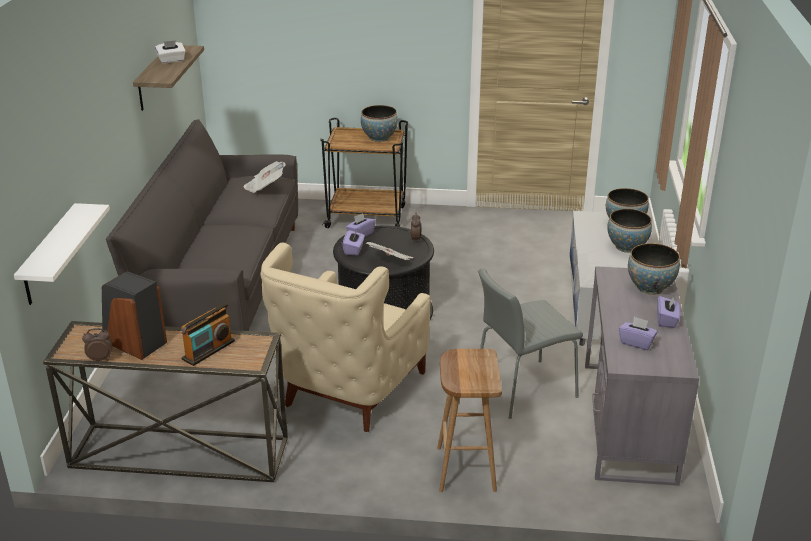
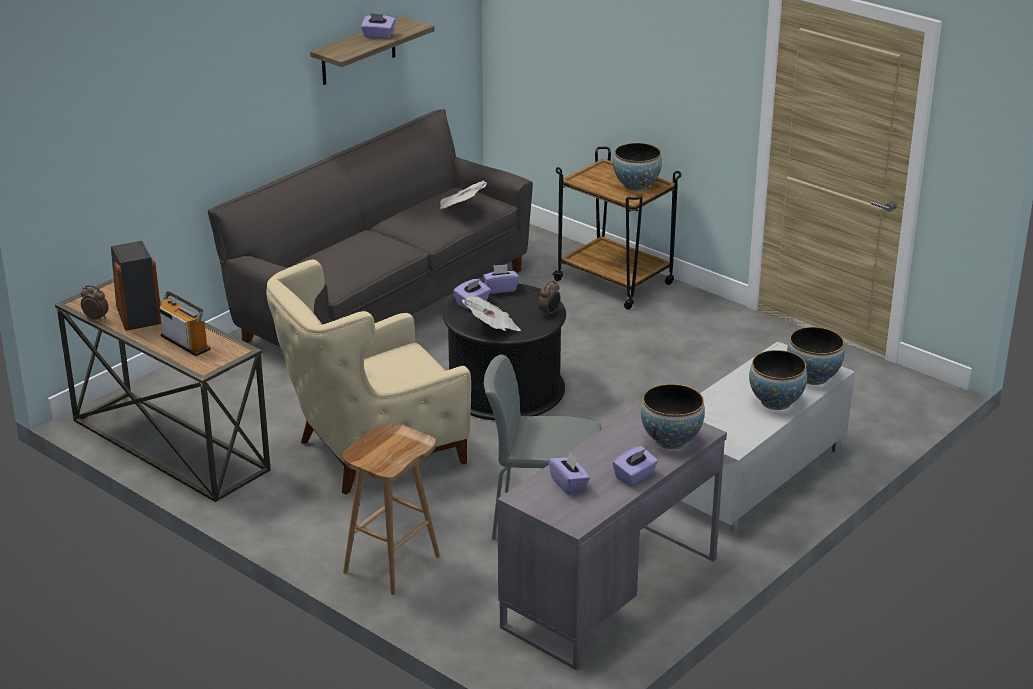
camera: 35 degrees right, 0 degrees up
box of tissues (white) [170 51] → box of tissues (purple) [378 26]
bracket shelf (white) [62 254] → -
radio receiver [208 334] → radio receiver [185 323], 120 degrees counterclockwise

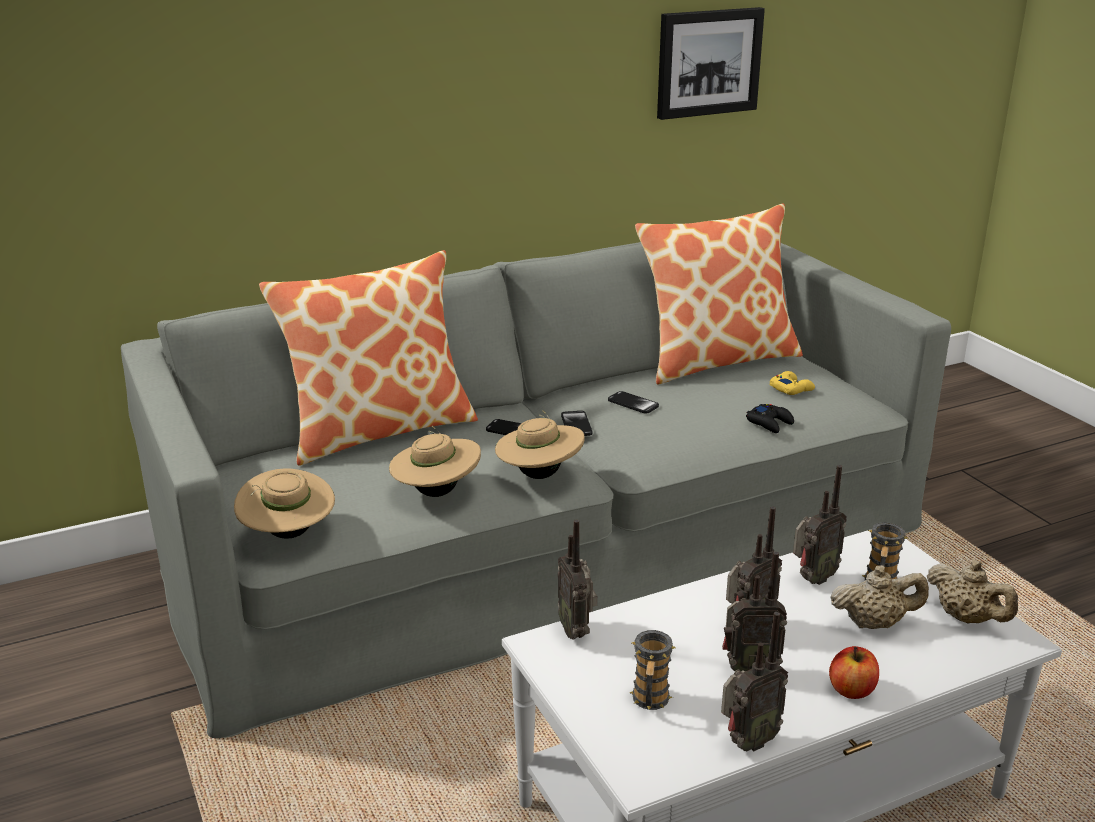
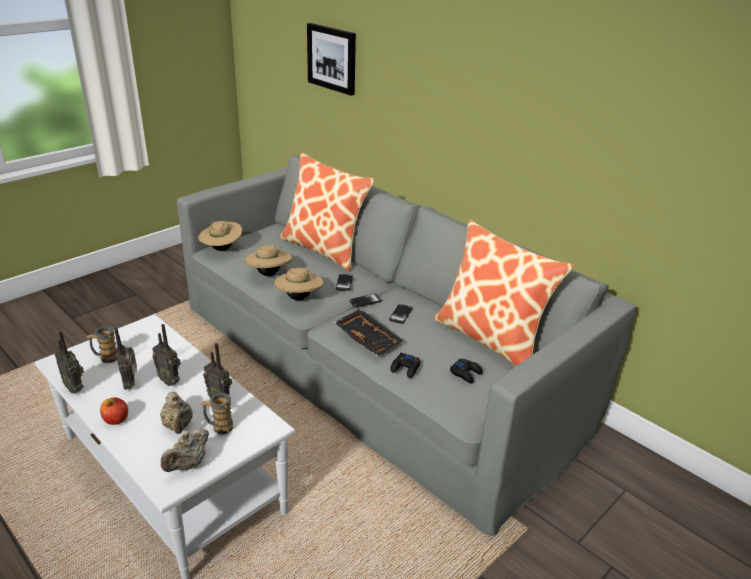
camera: 70 degrees right, 5 degrees up
wall picture [711 63] → wall picture [331 59], moved
joypad (yellowish) [792 383] → joypad (black) [466 371]
radio receiver [577 580] → -
- → carrying tray (black) [368 332]

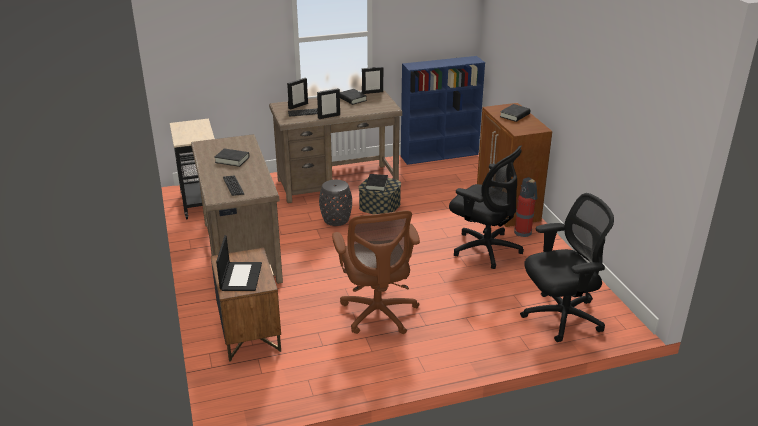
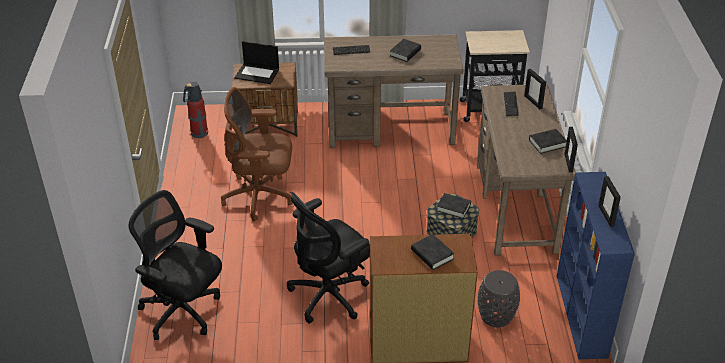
camera: 105 degrees right, 10 degrees up
standing frame [328 103] → standing frame [609 201], moved
extinguisher [525 207] → extinguisher [195 109], moved
stool seat (grey) [335 203] → stool seat (grey) [499 298], moved
office chair (black) [567 267] → office chair (black) [175 265], 120 degrees clockwise

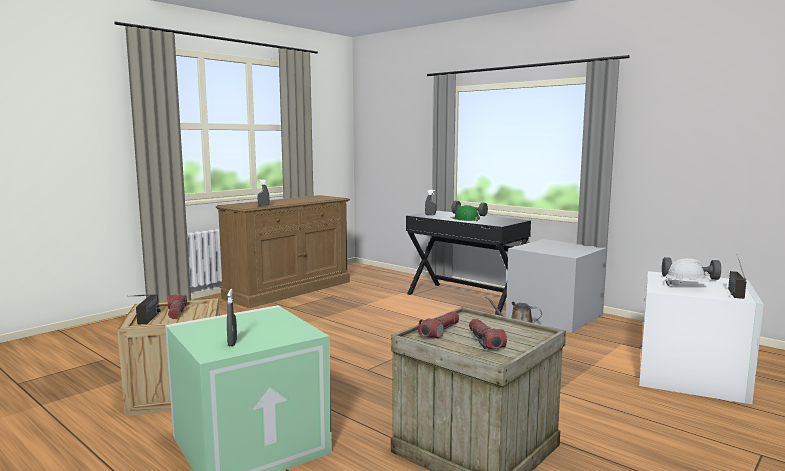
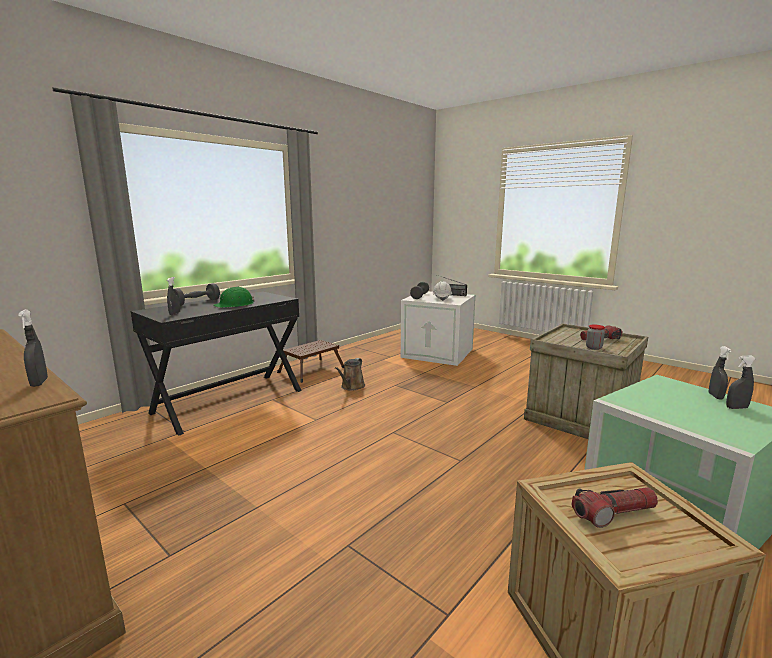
camera: 90 degrees left, 5 degrees up
storage bin (grey) [556 286] → step stool (brown) [310 361]
radio receiver [143 309] → -
hand torch [438 325] → jar [595 337]
- → spray bottle (grey) [720 373]

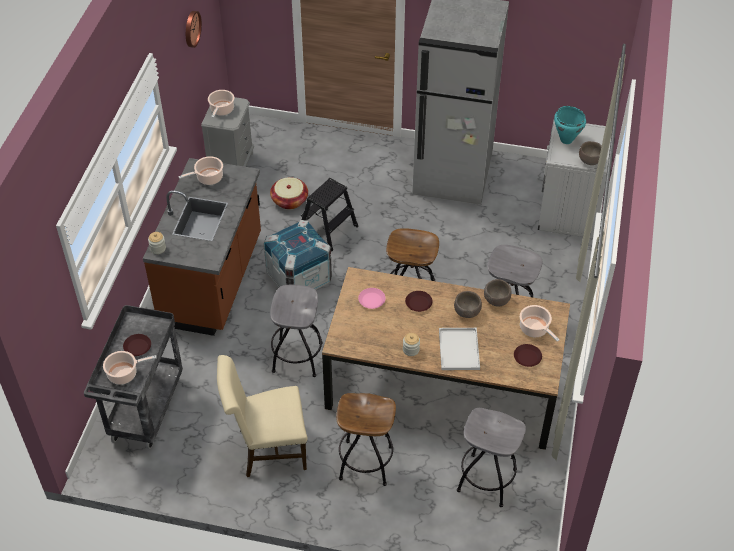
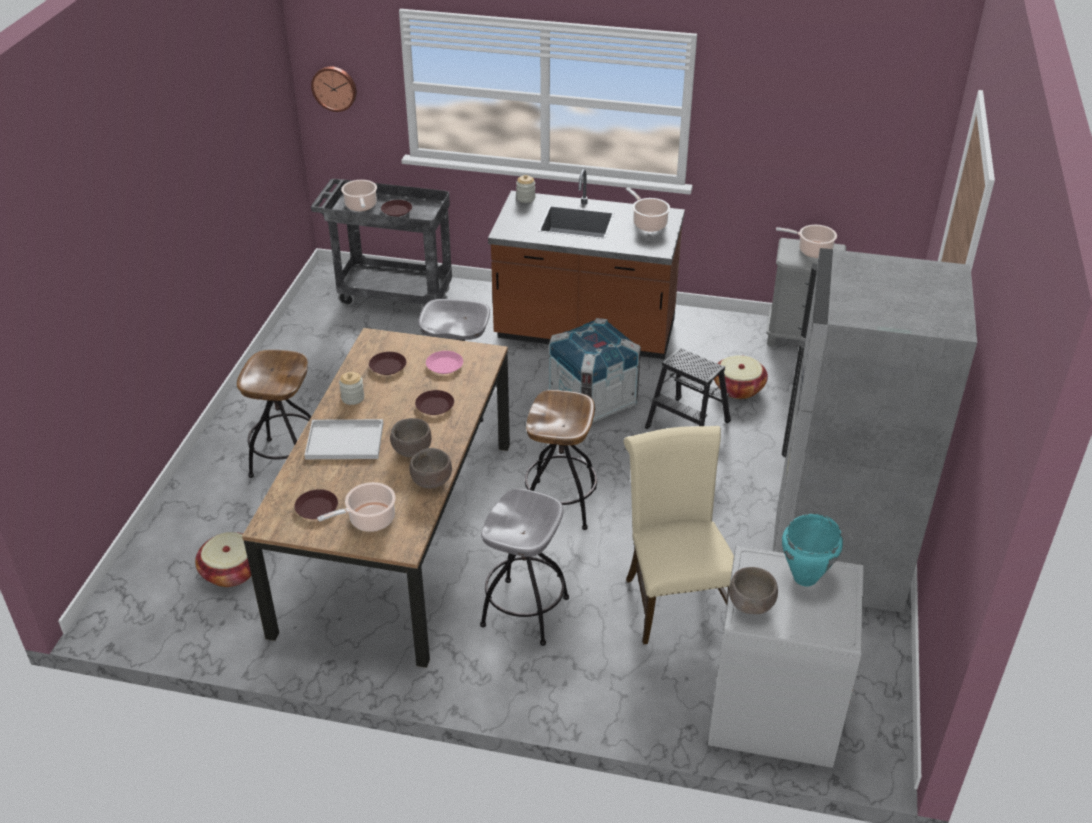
camera: 90 degrees right, 10 degrees down
hanging clock [194 29] → hanging clock [334 89], moved
plain chair (beige-coloured) [262 416] → plain chair (beige-coloured) [679 535], moved
stool seat (grey) [491 457] → storage basket [223 559]
- → flat dish (brown) [387 363]

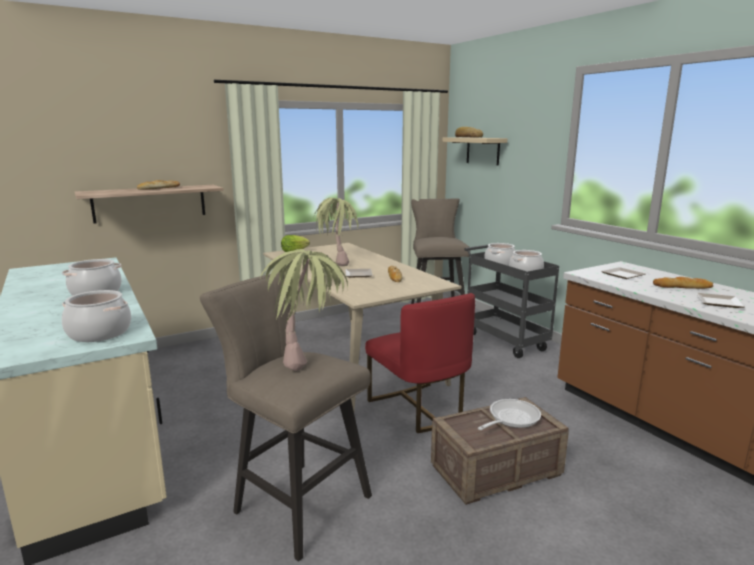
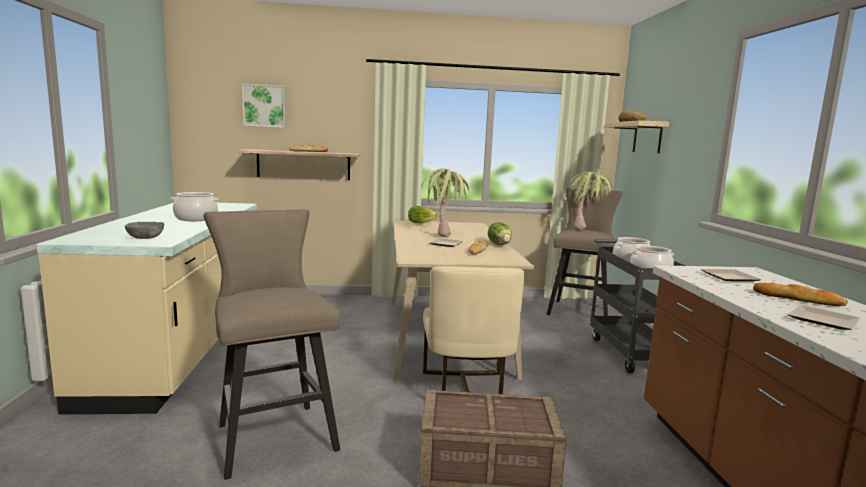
camera: 25 degrees right, 5 degrees down
houseplant [304 310] → houseplant [590 201], moved
saucepot [96 316] → serving bowl (grey) [145 230]
plain chair (red-coloured) [420 363] → plain chair (beige-coloured) [474 330]
pan [509 414] → -
- → wall picture [264 106]
- → head of lettuce [500 233]

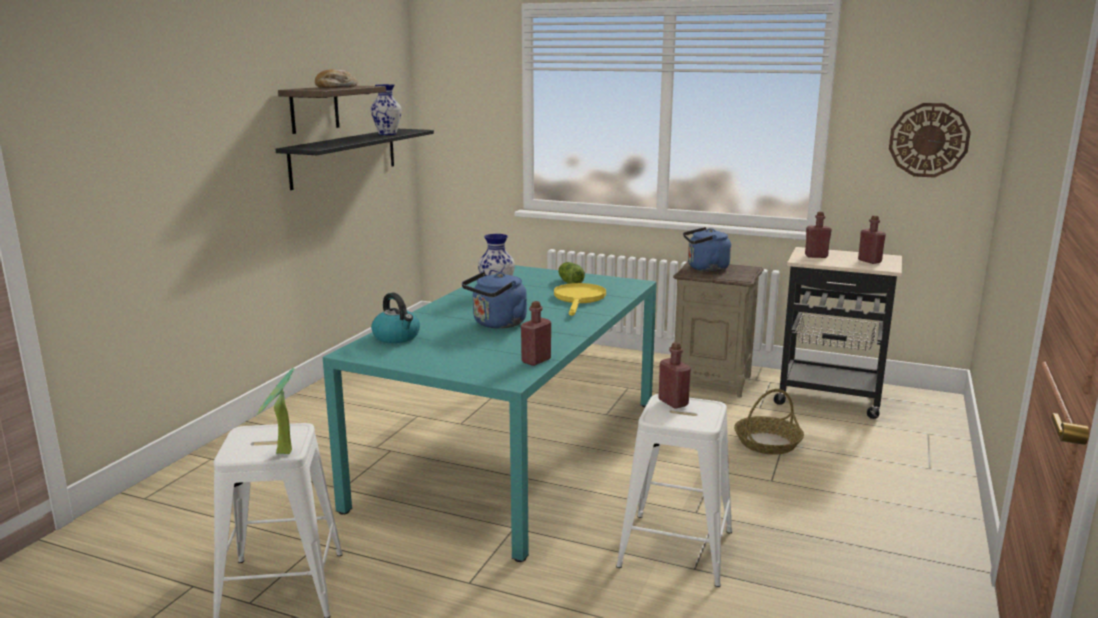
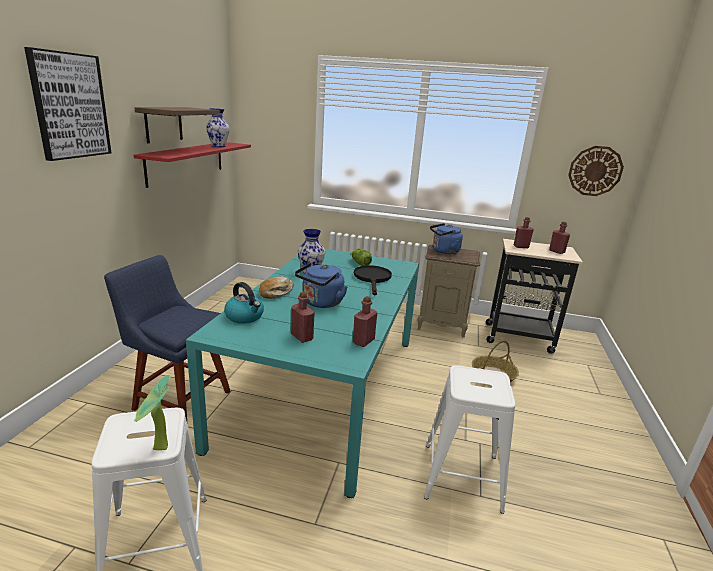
camera: 10 degrees left, 5 degrees up
bakery bread [336 78] → bakery bread [276 287], moved
bracket shelf (black) [355 159] → bracket shelf (red-coloured) [192 165]
pan (yellowish) [580 299] → pan (black) [373 280]
drink bottle (red-coloured) [675 375] → drink bottle (red-coloured) [303 317], moved
- → wall picture [67 104]
- → plain chair (blue) [167 338]

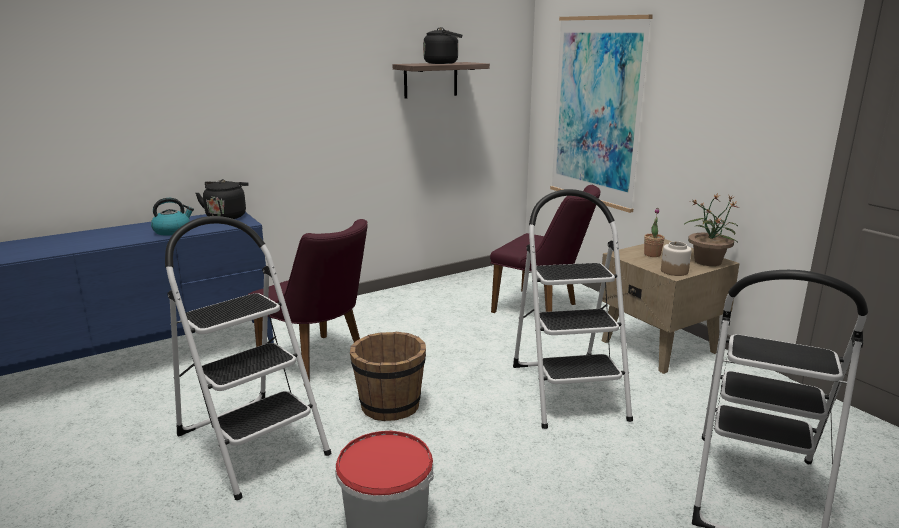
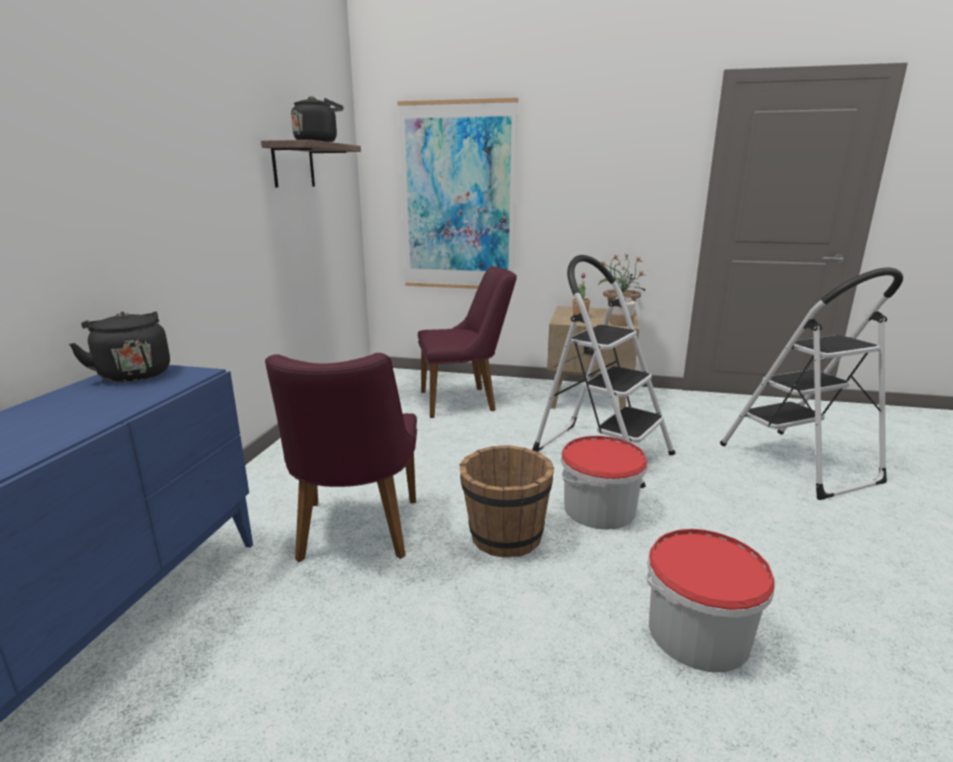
camera: 45 degrees left, 0 degrees up
kettle [172 217] → -
step stool [248 358] → -
plain chair (purple) [308 300] → plain chair (purple) [341 457], 90 degrees clockwise
- → water bucket [604 483]

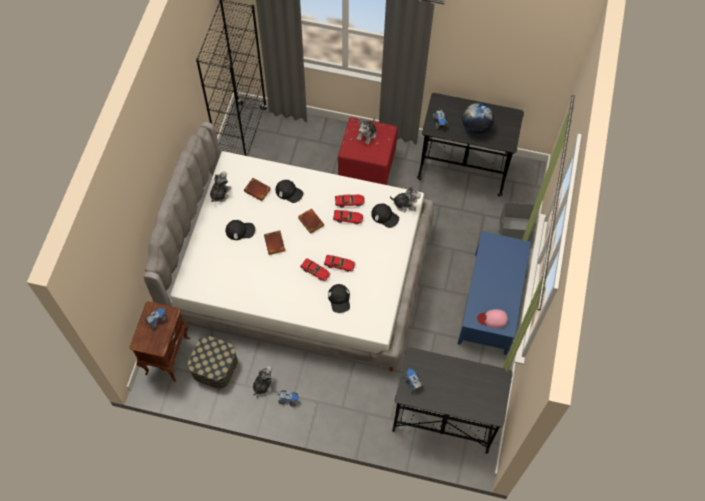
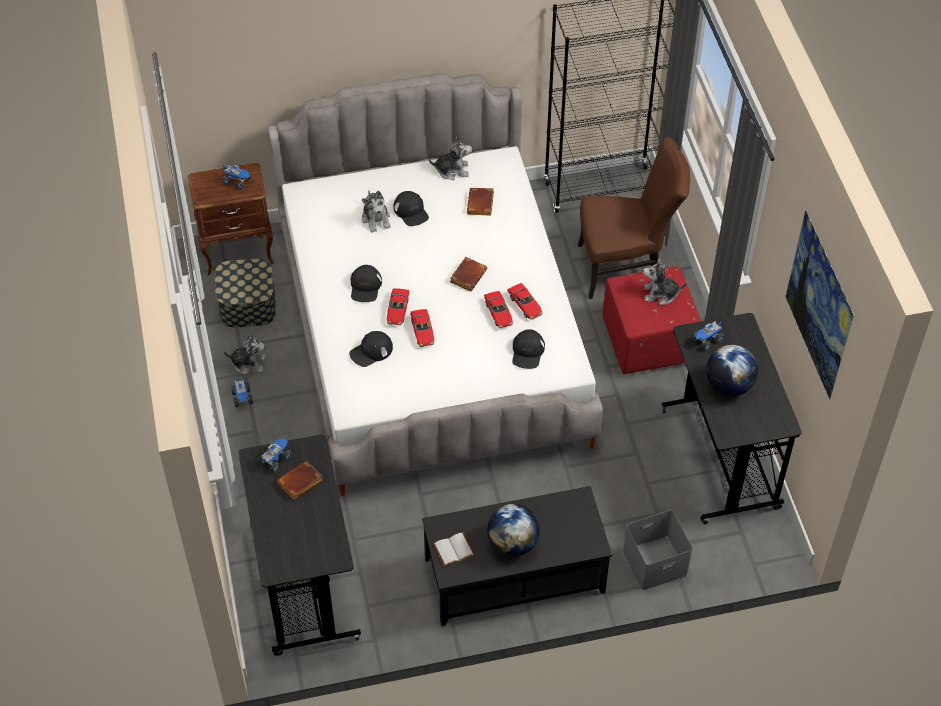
camera: 65 degrees right, 10 degrees down
baseball cap (black) [289 191] → baseball cap (black) [366 283], moved
plush toy [405 199] → plush toy [376 212], moved
volume (brown) [274 242] → volume (brown) [300 480], moved
low table (blue) [494 293] → low table (black) [517 556]
baseball cap (pink-coloured) [492 318] → volume (white) [454 549]
- → plain chair (brown) [634 218]
- → wall picture [819 304]
- → globe [513 530]

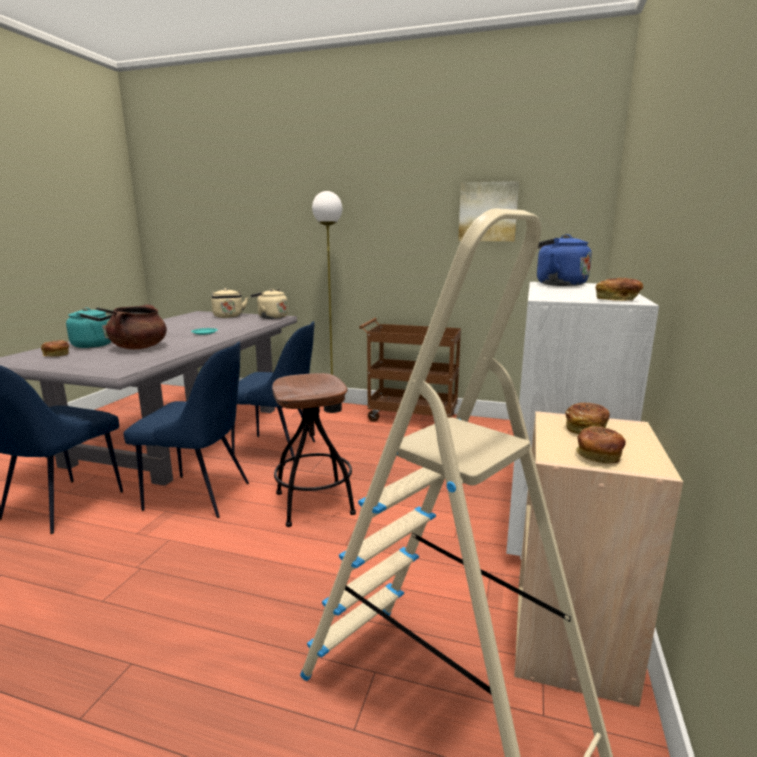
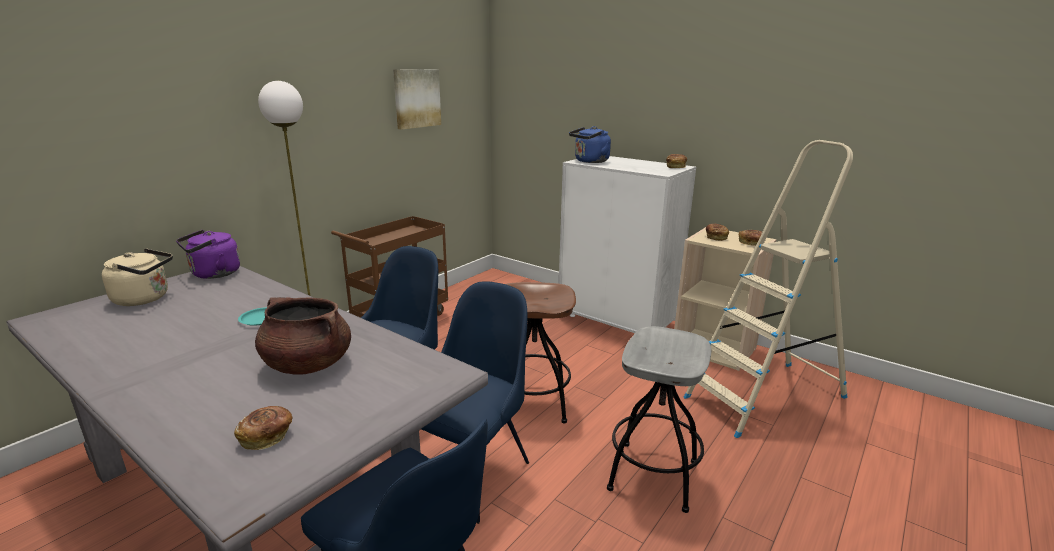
camera: 70 degrees left, 5 degrees up
kettle (beige-coloured) [269 304] → kettle (purple) [208 254]
kettle (blue-green) [89 327] → -
- → stool seat (grey) [659 419]

